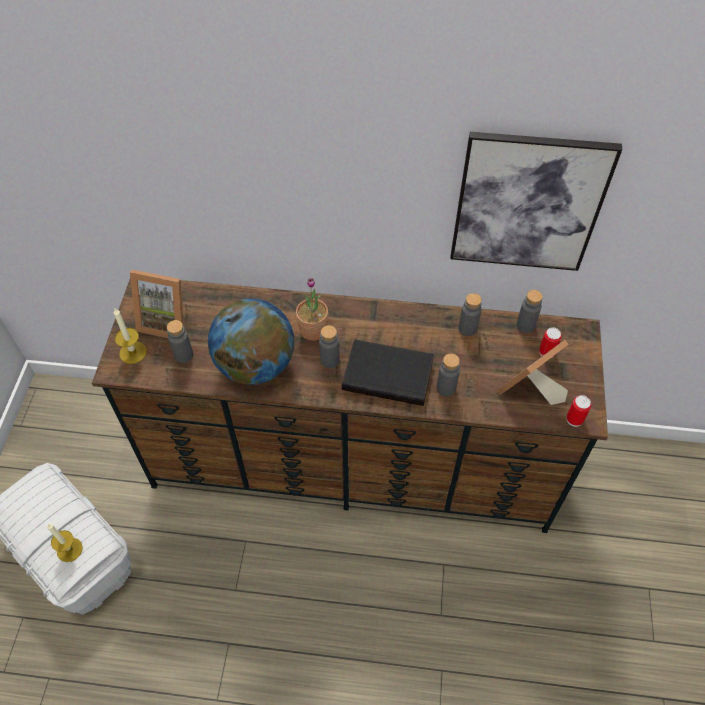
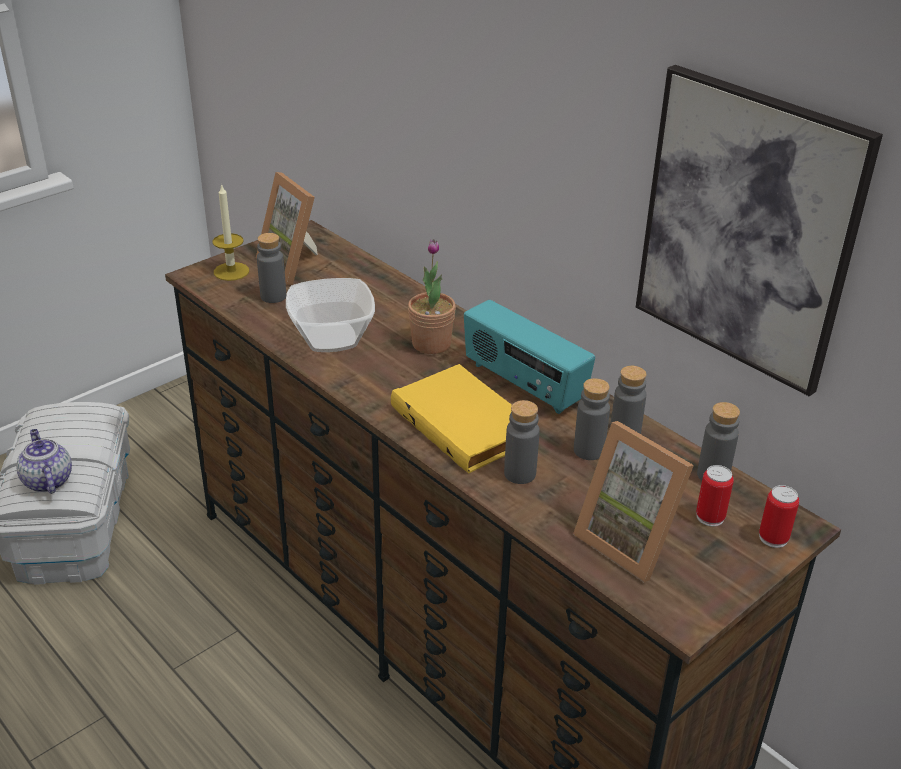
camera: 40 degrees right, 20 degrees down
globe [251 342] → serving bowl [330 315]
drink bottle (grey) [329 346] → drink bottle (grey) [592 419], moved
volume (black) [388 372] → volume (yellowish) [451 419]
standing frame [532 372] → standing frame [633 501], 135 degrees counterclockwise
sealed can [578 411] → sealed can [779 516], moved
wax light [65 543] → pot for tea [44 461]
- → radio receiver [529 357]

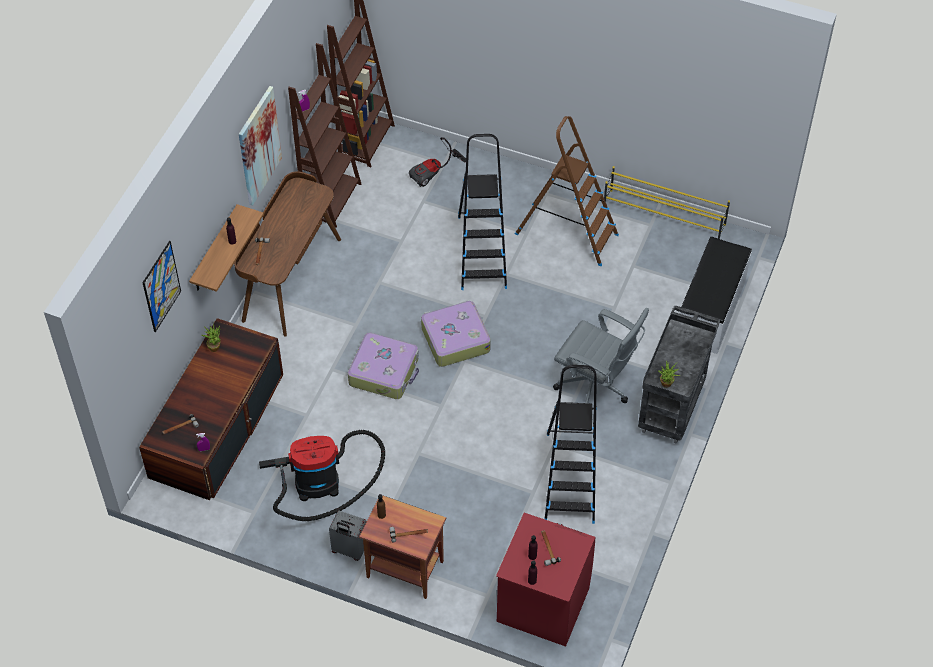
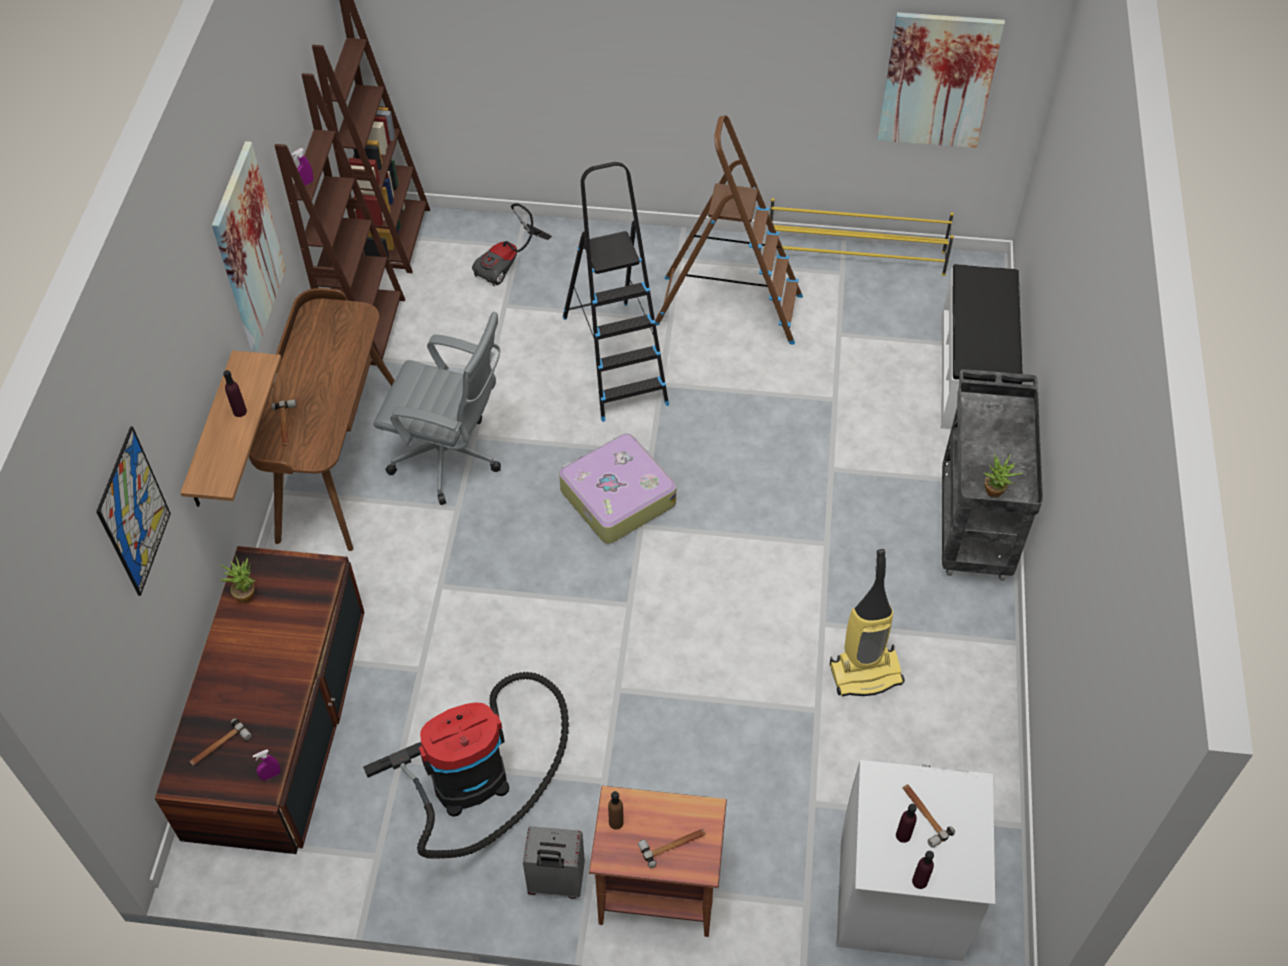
camera: 15 degrees left, 0 degrees up
office chair (grey) [601 355] → office chair (grey) [437 408], moved
piece of luggage [383 365] → -
step stool (black) [571 444] → vacuum [867 622]
laundry machine (red-coloured) [545 579] → laundry machine (white) [915 860]
- → wall picture [941 80]

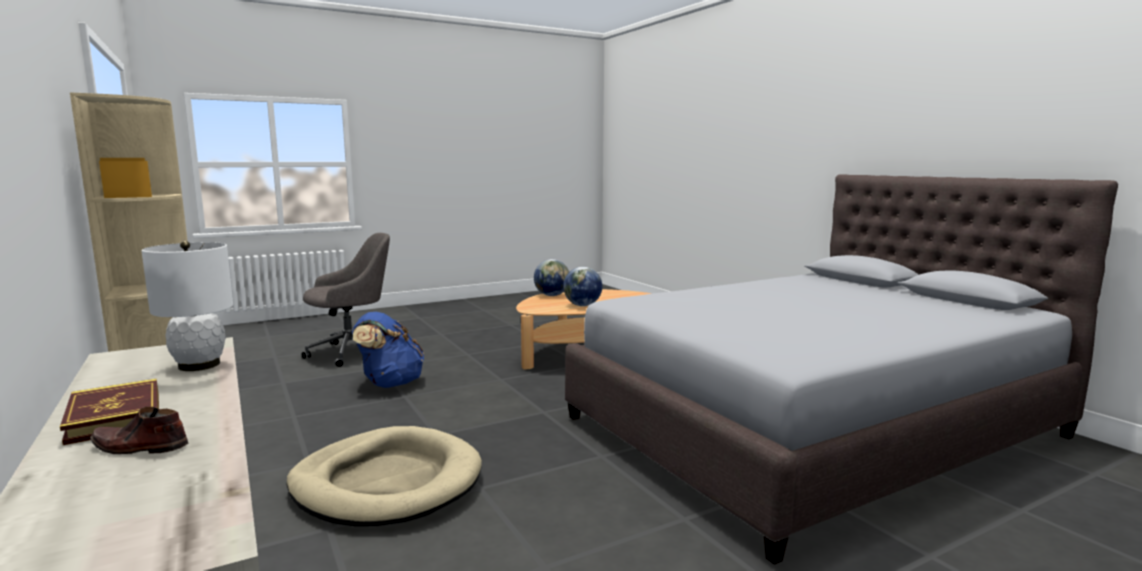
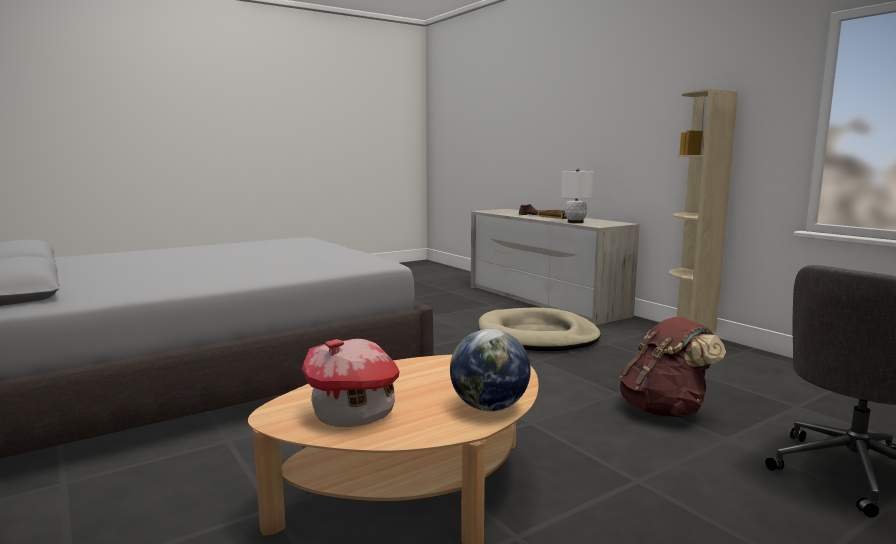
camera: 175 degrees right, 0 degrees up
globe [582 286] → -
knapsack (blue) [388 350] → knapsack (brown) [672 367]
- → miniature house [351 382]

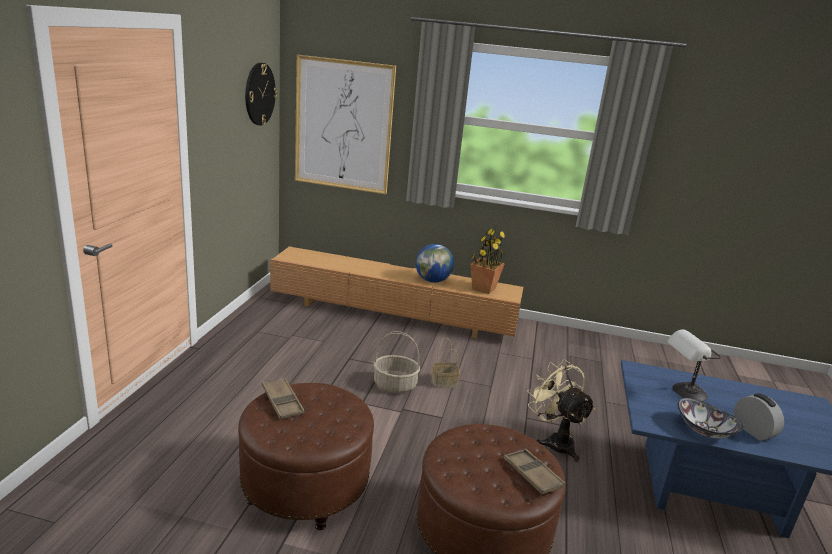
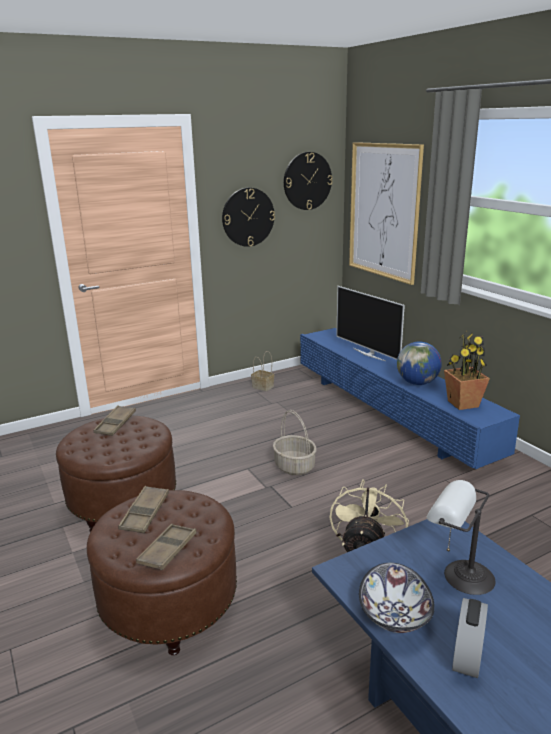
camera: 50 degrees right, 0 degrees up
tv stand (brown) [396 293] → tv stand (blue) [410 398]
storage basket [446 363] → storage basket [262 371], moved
- → hanging clock [248 217]
- → TV set [370 323]
- → carrying tray (brown) [143 509]

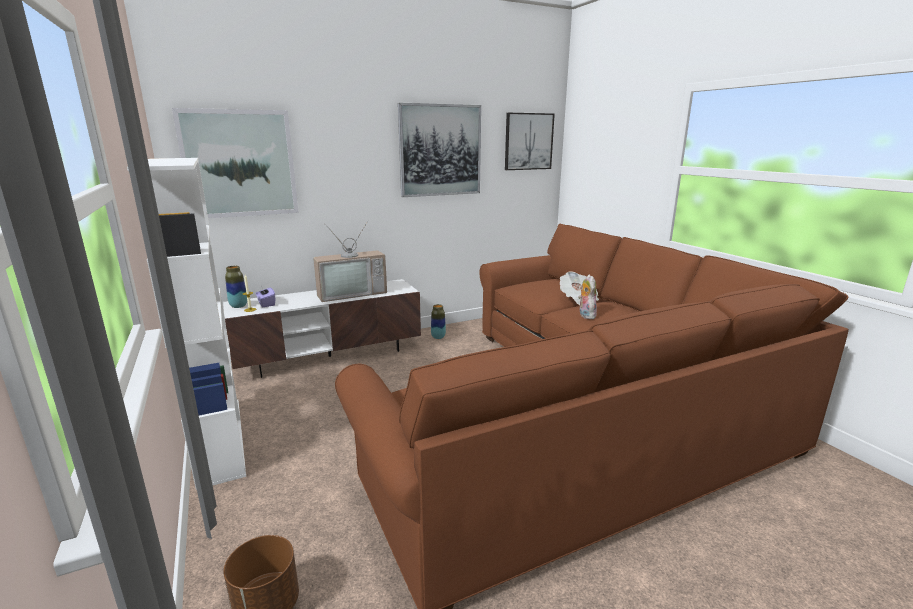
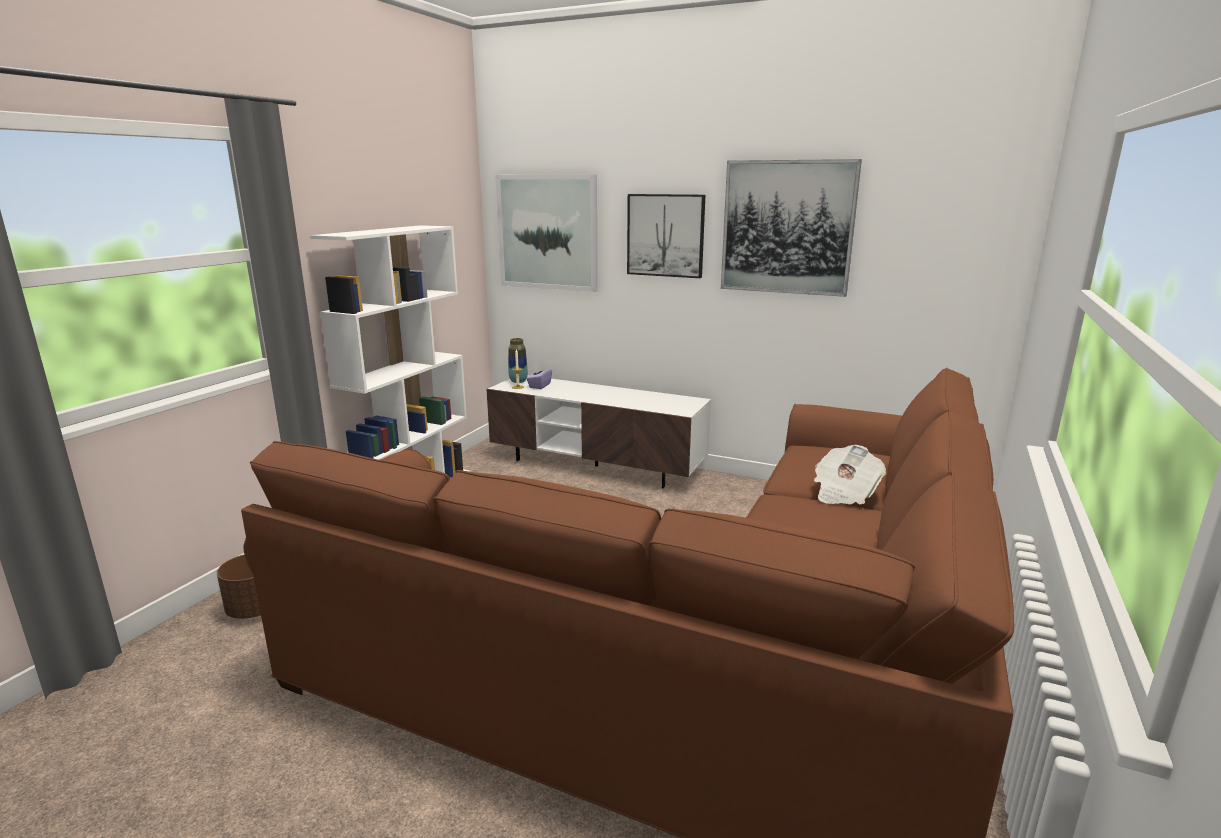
camera: 50 degrees right, 0 degrees up
wall picture [530 141] → wall picture [666 236], moved
TV set [350 261] → -
plush toy [587 296] → -
vase [438 321] → -

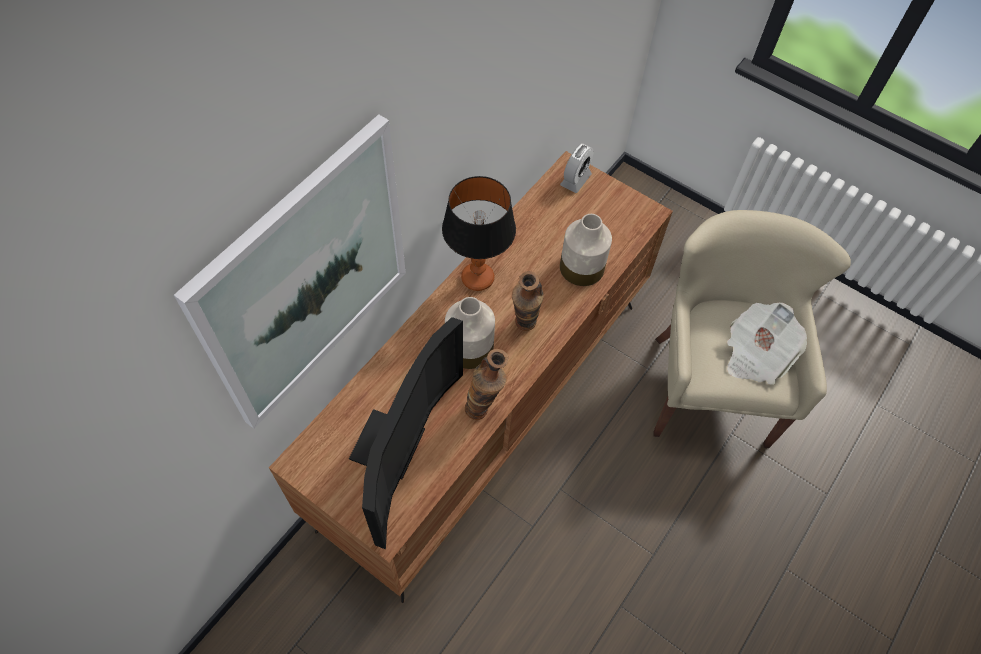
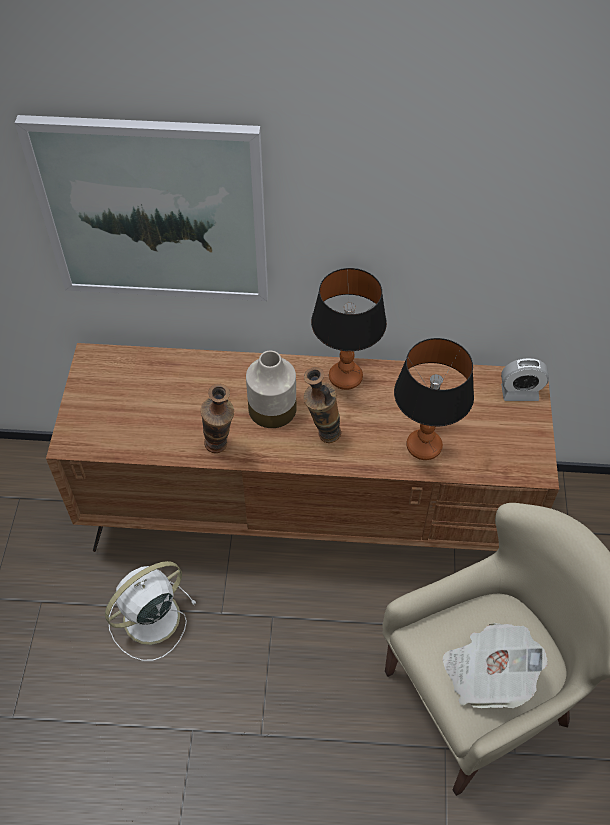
camera: 60 degrees right, 5 degrees down
vase (beige-coloured) [586 250] → lamp for a table [434 399]
TV set [406 433] → -
- → fan (white) [151 611]

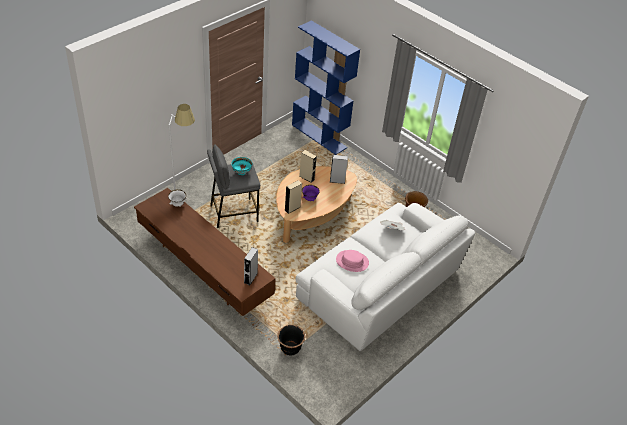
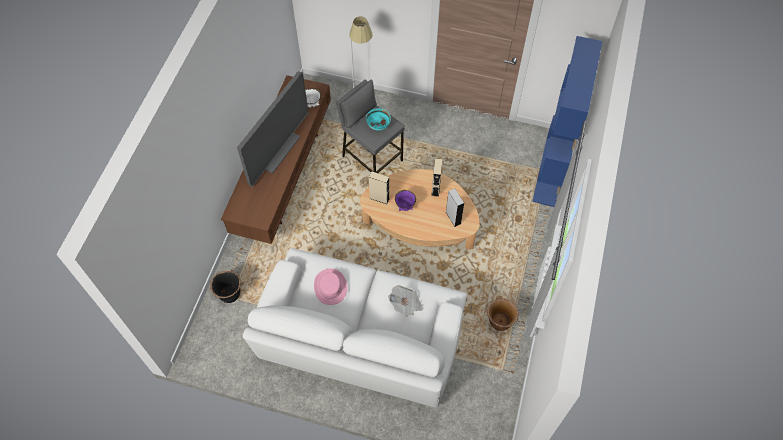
camera: 65 degrees right, 15 degrees up
speaker (grey) [251 266] → -
- → TV set [273 129]

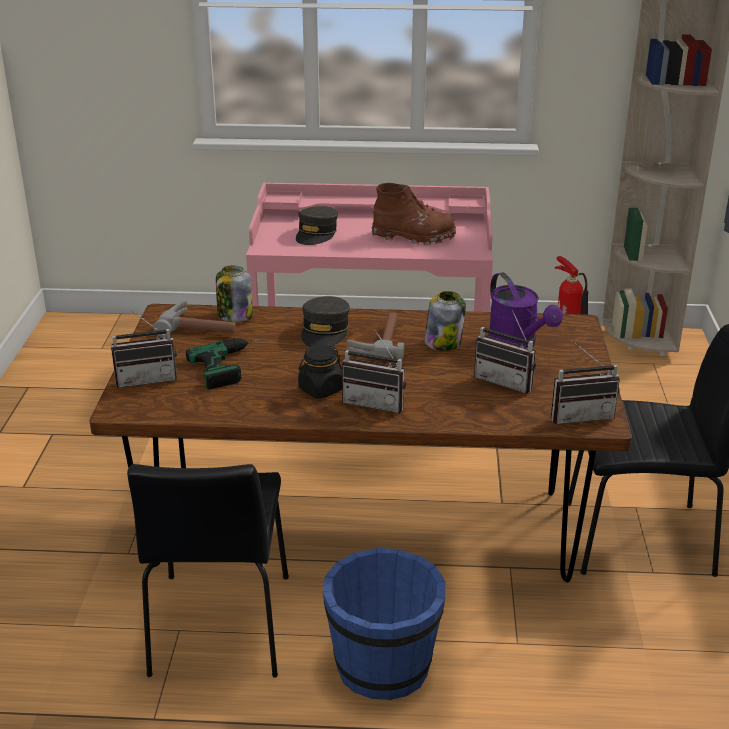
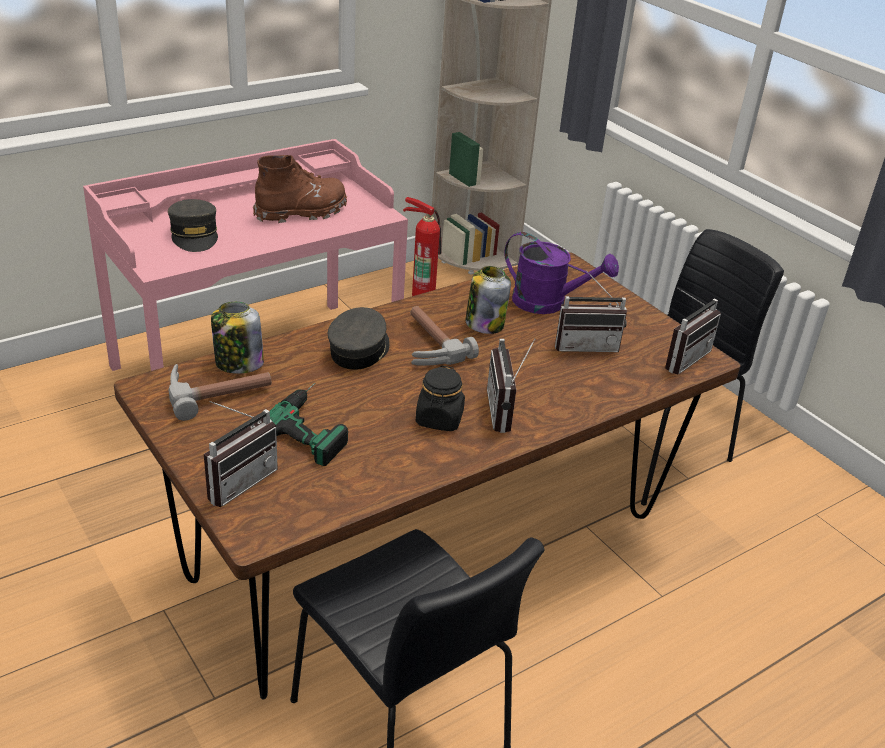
camera: 40 degrees left, 5 degrees up
baseball cap (grey) [325 321] → baseball cap (grey) [358 338], 135 degrees counterclockwise
radio receiver [374 371] → radio receiver [511 385], 105 degrees clockwise
water bucket (blue) [384 624] → -

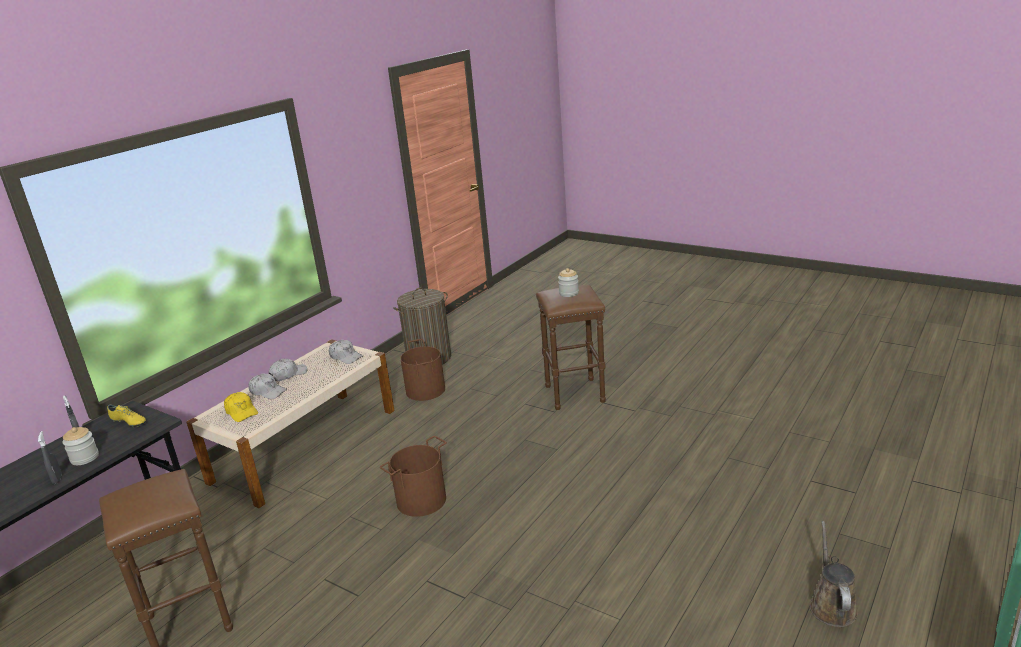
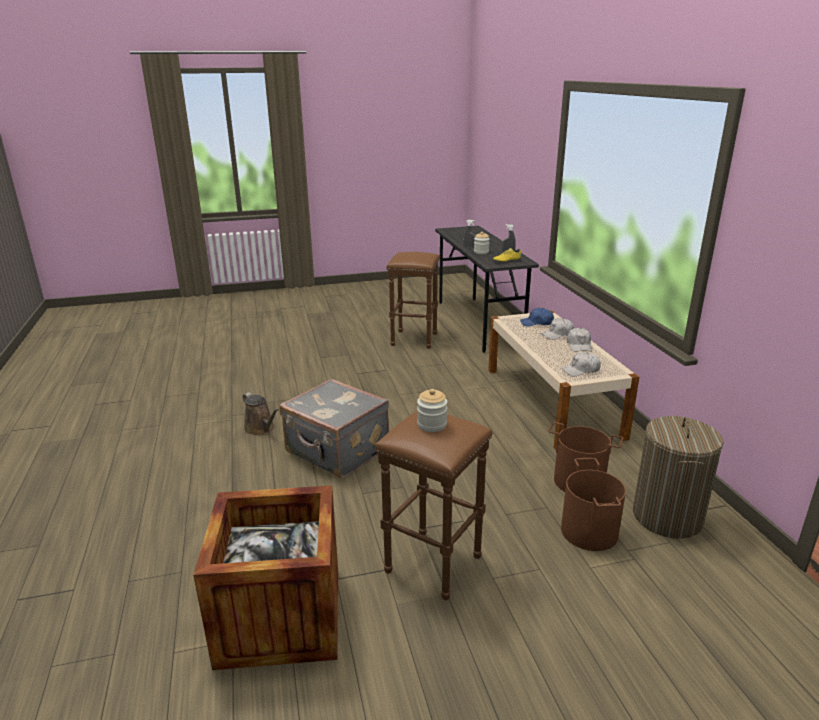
camera: 130 degrees right, 0 degrees up
baseball cap (yellowish) [241 407] → baseball cap (blue) [537 317]
water bucket (brown) [413 476] → water bucket (brown) [593 504], moved
sprinkling can (brown) [833 574] → sprinkling can (brown) [261 414], moved
- → piece of luggage (grey) [334 428]
- → crate [265 577]

